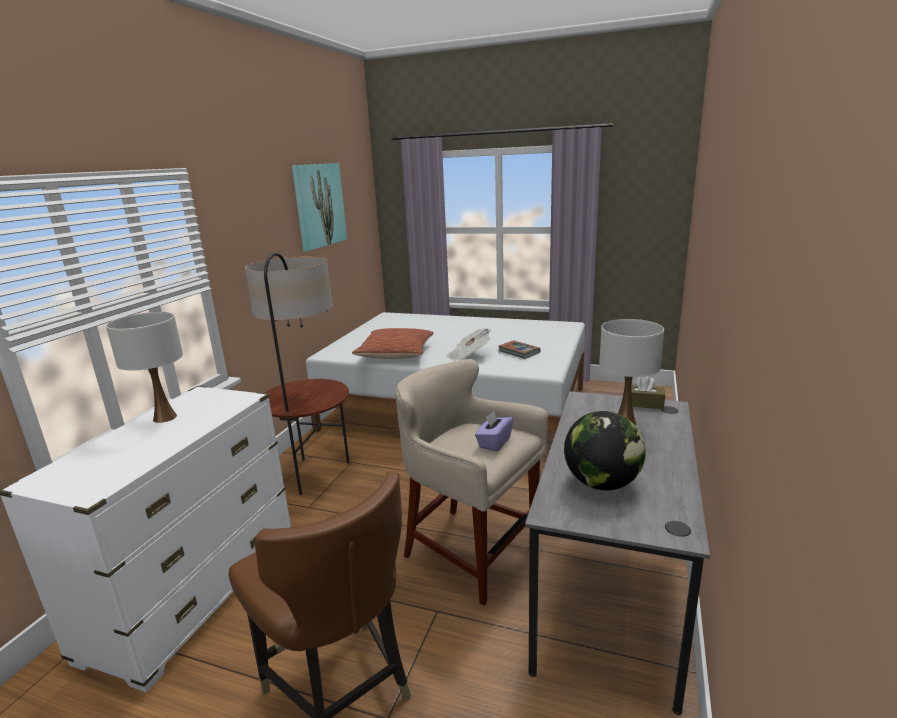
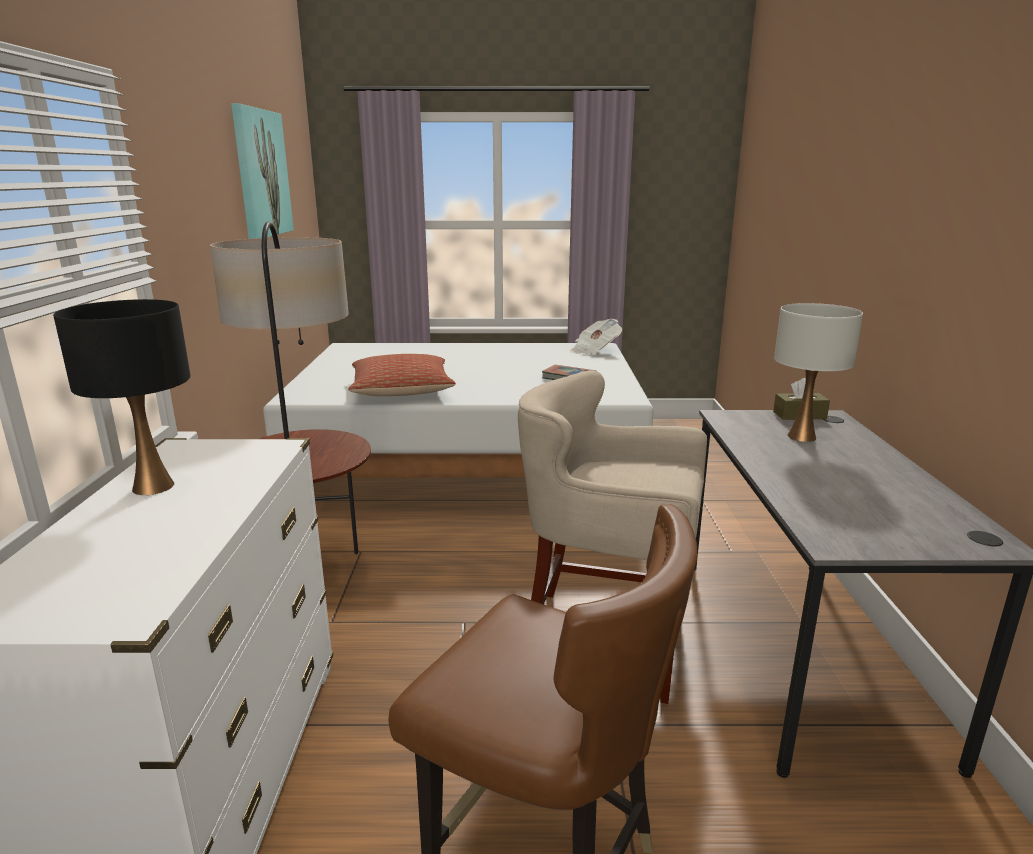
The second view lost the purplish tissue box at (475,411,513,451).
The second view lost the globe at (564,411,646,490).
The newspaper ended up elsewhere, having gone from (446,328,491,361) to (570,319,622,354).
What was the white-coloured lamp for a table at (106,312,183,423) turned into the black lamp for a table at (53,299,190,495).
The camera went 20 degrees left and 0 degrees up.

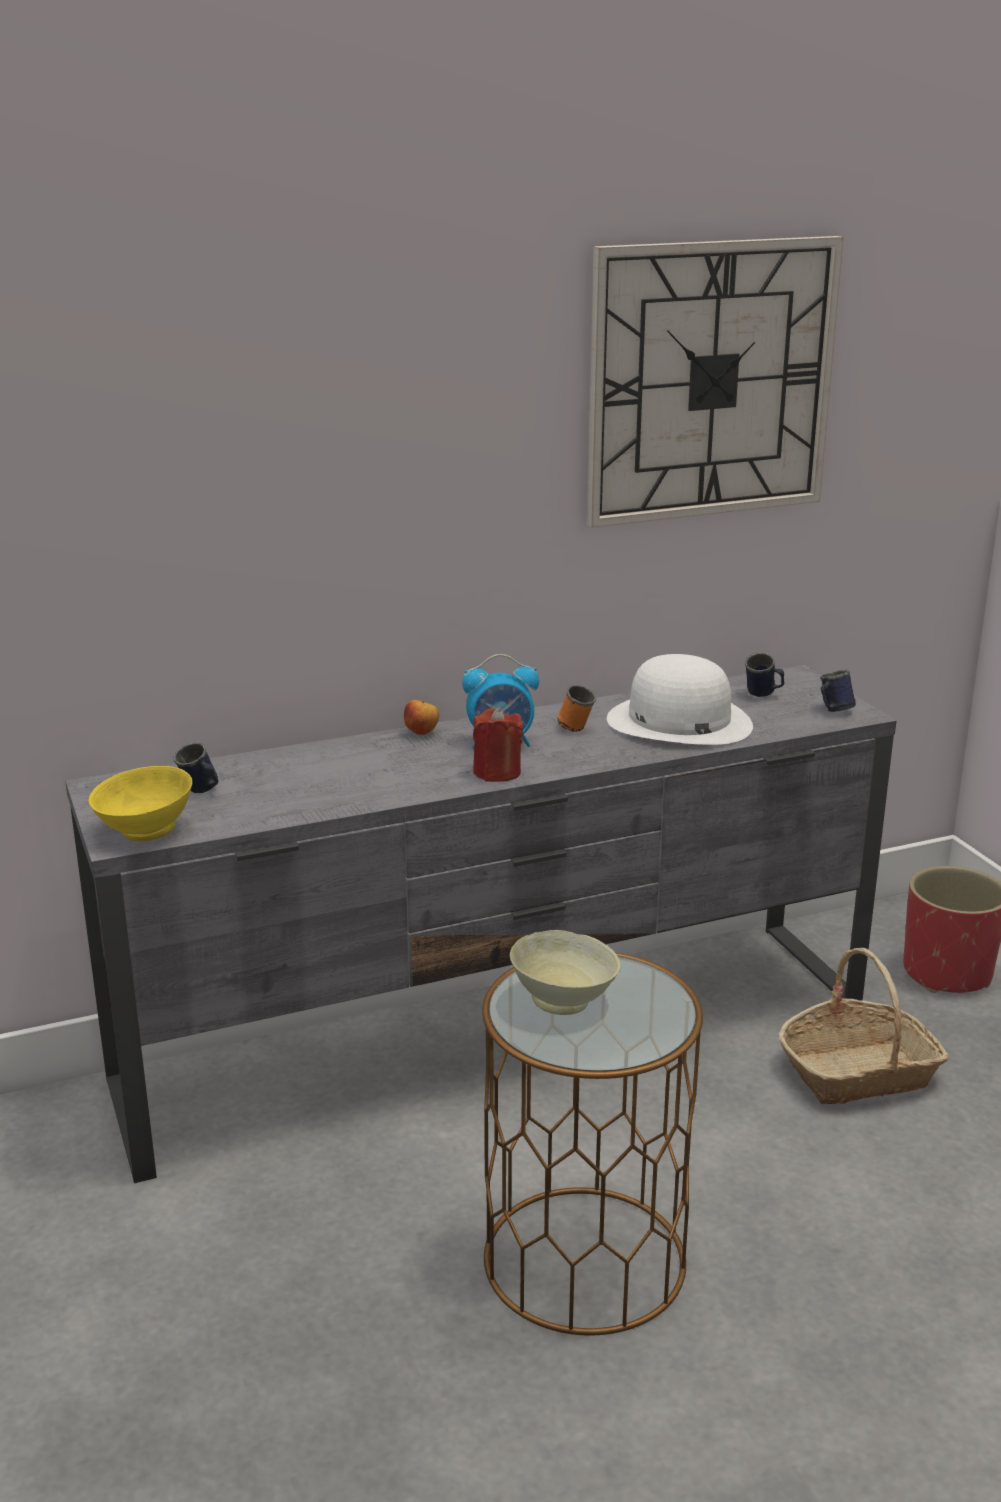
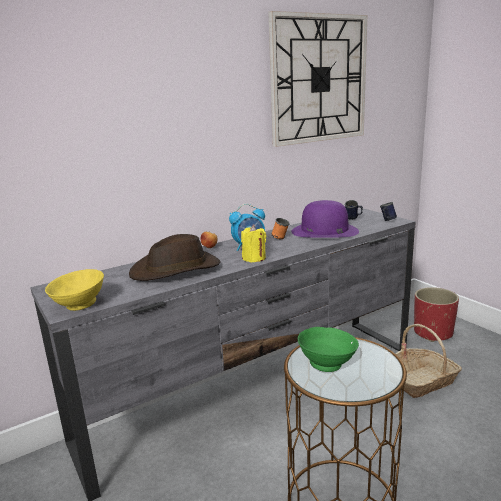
The second view lost the blue tea mug at (174,742,219,793).
The second view gained the brownish clothing hat at (129,234,221,281).
What was the red wax light at (473,707,523,782) turned into the yellowish wax light at (241,225,266,262).
What was the beige bowl at (510,930,621,1015) turned into the greenish bowl at (298,327,359,372).
What was the white-coloured clothing hat at (607,654,753,745) turned into the purplish clothing hat at (291,200,359,238).
The camera went 10 degrees left and 5 degrees down.

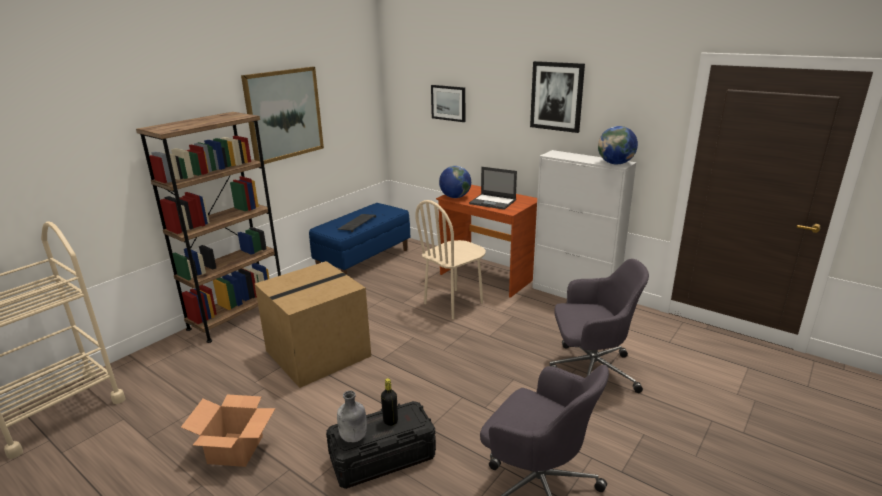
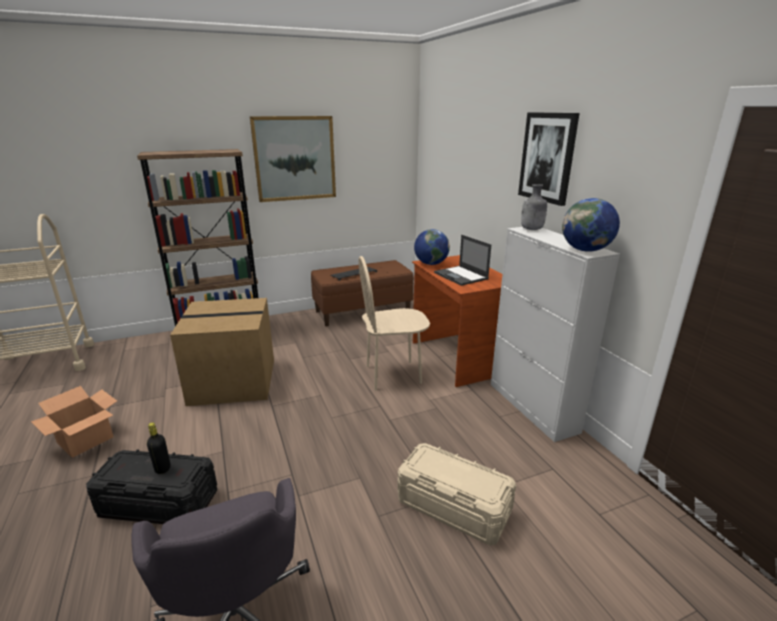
The second view lost the picture at (431,85,465,122).
The greyish beverage bottle ended up elsewhere, having gone from (337,391,367,443) to (521,184,547,230).
Where the greyish office chair stood at (549,259,649,393), the beige storage bin came to stand at (397,443,516,546).
What was the blue indoor bench at (309,203,410,275) turned into the brownish indoor bench at (311,260,414,326).
The camera went 30 degrees right and 0 degrees up.

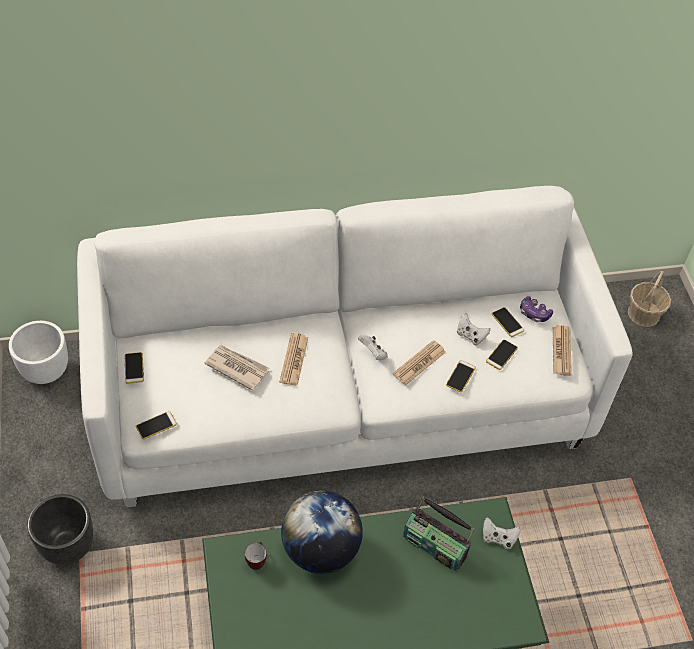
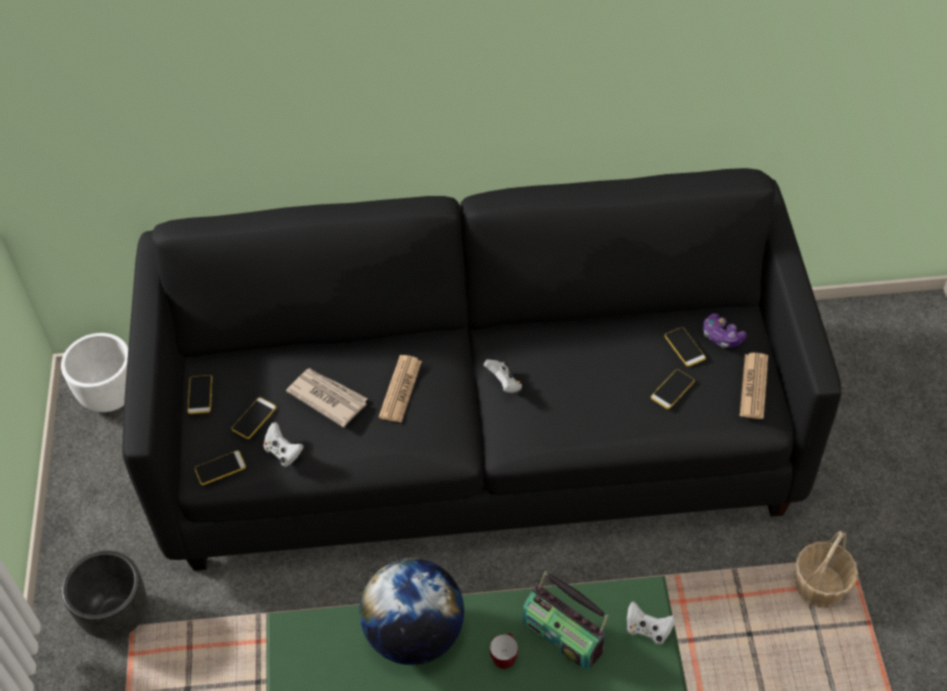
The second view lost the newspaper at (393,340,446,386).
The tea mug ended up elsewhere, having gone from (245,542,267,570) to (490,633,518,669).
The handset ended up elsewhere, having gone from (446,360,476,392) to (231,397,277,439).
The white-coloured joypad ended up elsewhere, having gone from (457,313,491,345) to (263,422,304,467).
The storage basket ended up elsewhere, having gone from (628,271,671,327) to (795,531,858,608).
What was the white-coloured settee at (77,186,632,507) turned into the black settee at (122,168,841,571).
The camera went 10 degrees right and 0 degrees up.

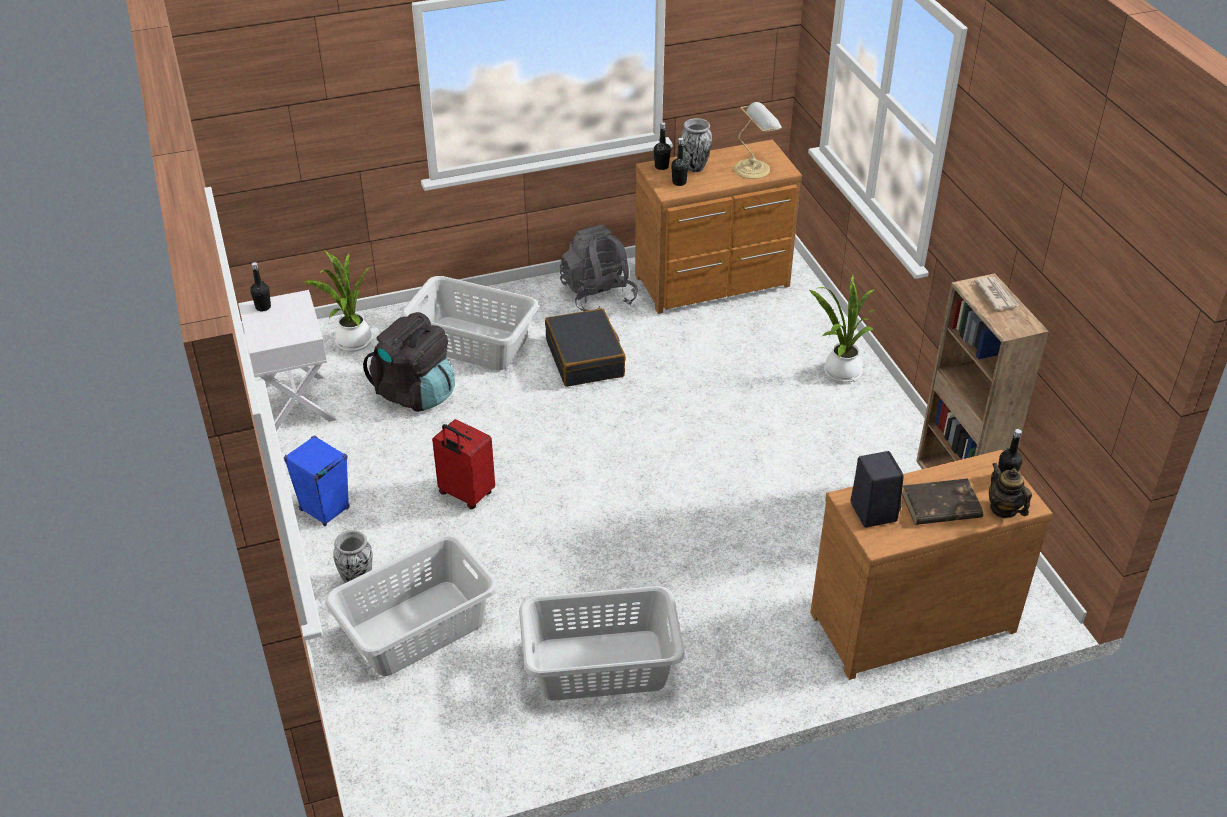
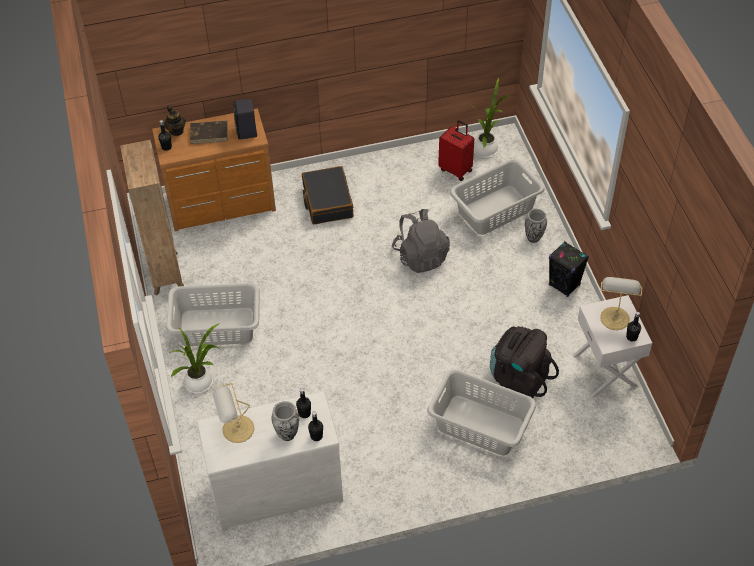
The second view lost the newspaper at (974,277,1019,310).
The second view gained the lamp for a table at (600,277,643,330).
The potted plant ended up elsewhere, having gone from (304,250,373,352) to (470,77,511,158).
The red suitcase ended up elsewhere, having gone from (432,419,495,509) to (438,120,474,181).
The greyish washing basket ended up elsewhere, having gone from (519,586,685,701) to (166,283,260,346).
The black suitcase ended up elsewhere, having gone from (545,308,626,387) to (302,166,353,224).
The greyish backpack ended up elsewhere, having gone from (560,225,638,311) to (392,209,450,273).
What was the blue loudspeaker at (284,436,350,526) turned into the black loudspeaker at (549,241,589,297).
What was the brownish chest of drawers at (635,139,802,314) turned into the white-coloured chest of drawers at (197,391,343,531).
The camera went 175 degrees left and 10 degrees up.

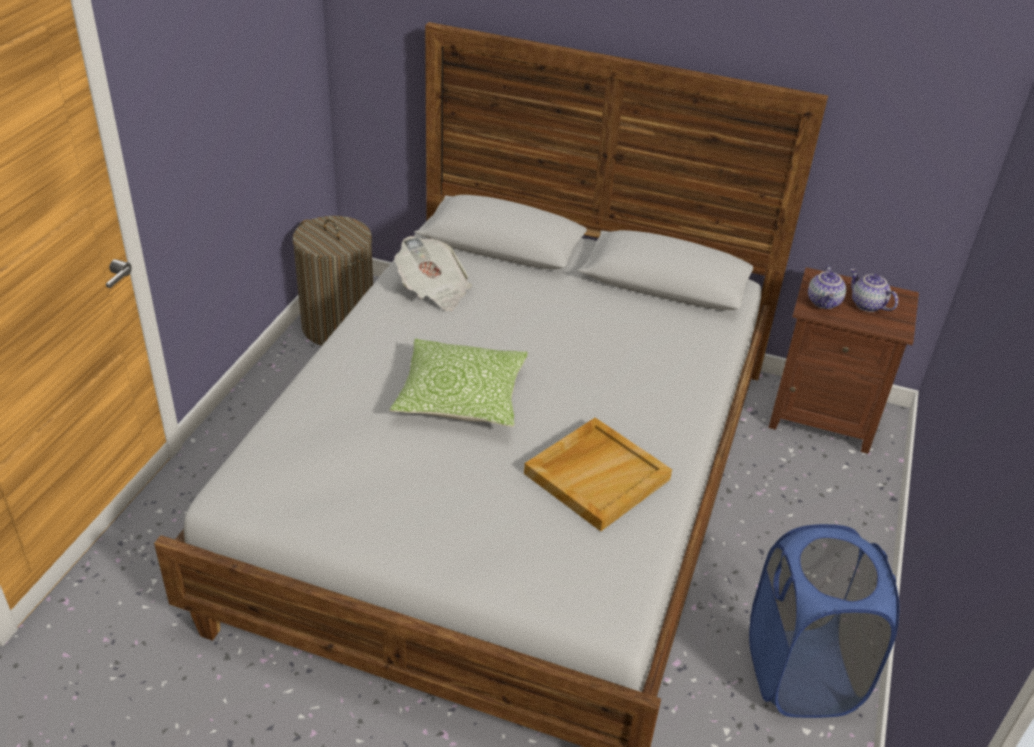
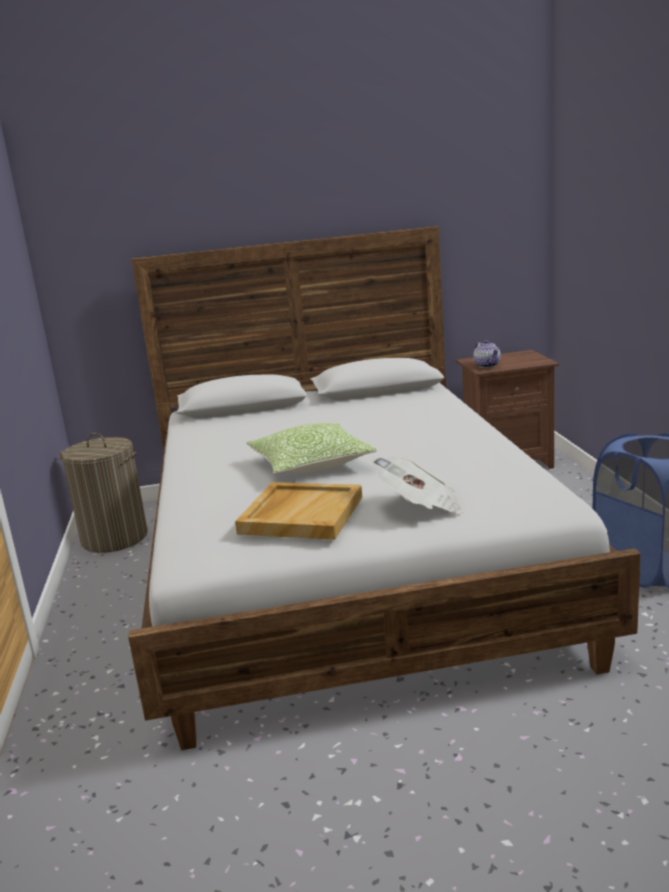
The second view lost the tea pot at (850,268,898,312).
The newspaper ended up elsewhere, having gone from (394,236,472,311) to (371,457,463,514).
The beige carrying tray ended up elsewhere, having gone from (524,418,672,531) to (235,482,362,540).
The camera went 25 degrees left and 20 degrees down.

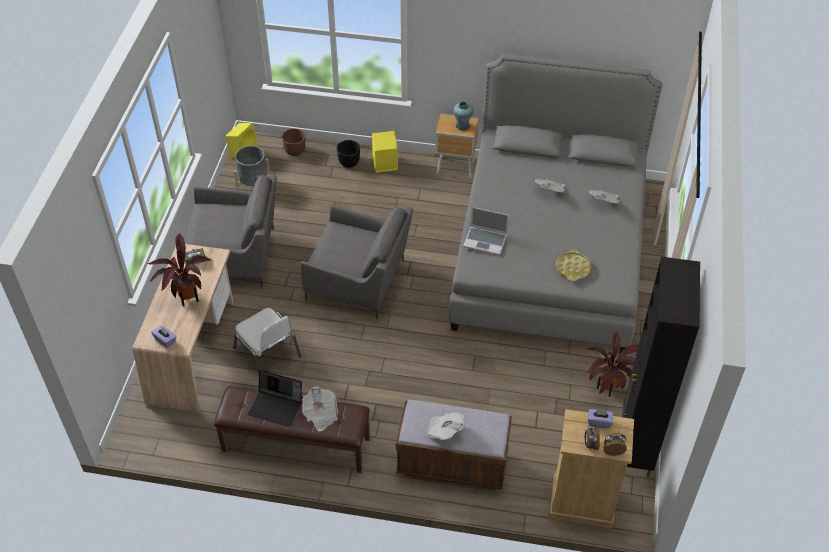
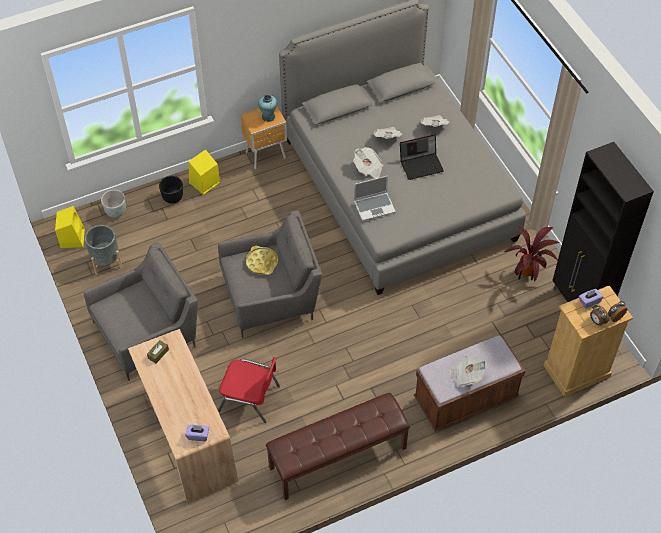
The second view lost the potted plant at (147,233,211,306).
The portable computer ended up elsewhere, having gone from (248,370,302,427) to (400,134,444,180).
The newspaper ended up elsewhere, having gone from (302,386,338,432) to (353,147,384,179).
The yellowish carrying tray ended up elsewhere, having gone from (556,249,591,281) to (246,246,278,275).
What was the white-coloured plain chair at (234,308,301,371) turned into the red plain chair at (218,357,280,423).
What was the brownish flower pot at (282,128,305,156) turned into the greyish flower pot at (101,190,126,218).
The camera went 35 degrees left and 5 degrees up.

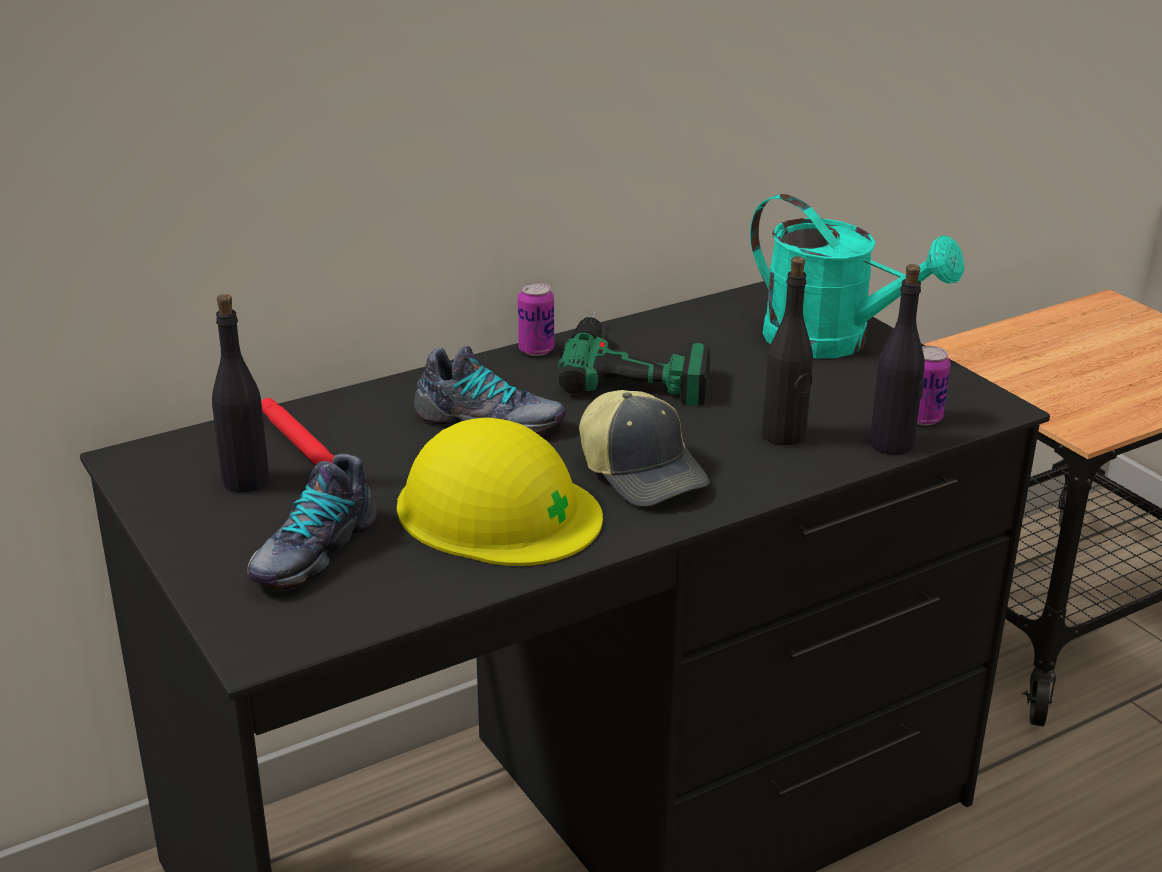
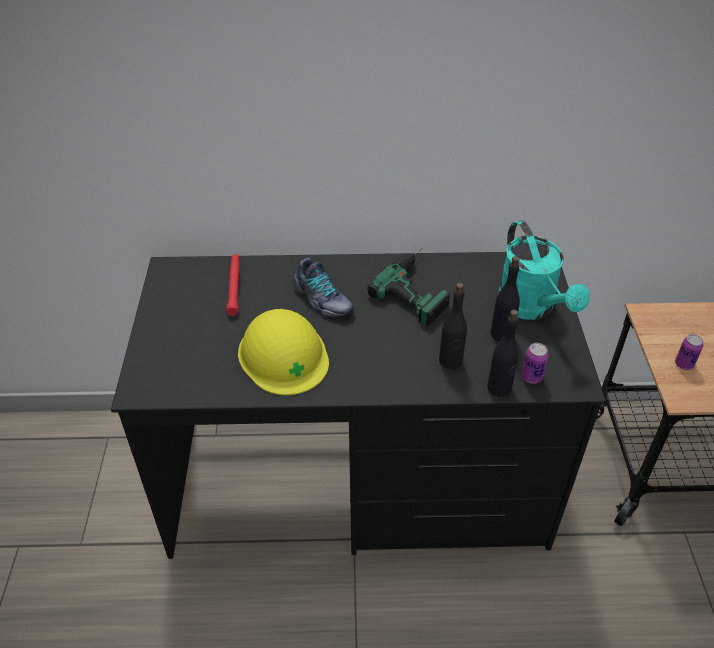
The second view lost the shoe at (247,454,377,592).
The second view lost the baseball cap at (579,390,710,507).
The black beverage bottle ended up elsewhere, having gone from (212,294,269,492) to (490,256,520,341).
The sealed can ended up elsewhere, having gone from (518,282,554,356) to (675,334,703,370).
The camera went 30 degrees right and 15 degrees up.

